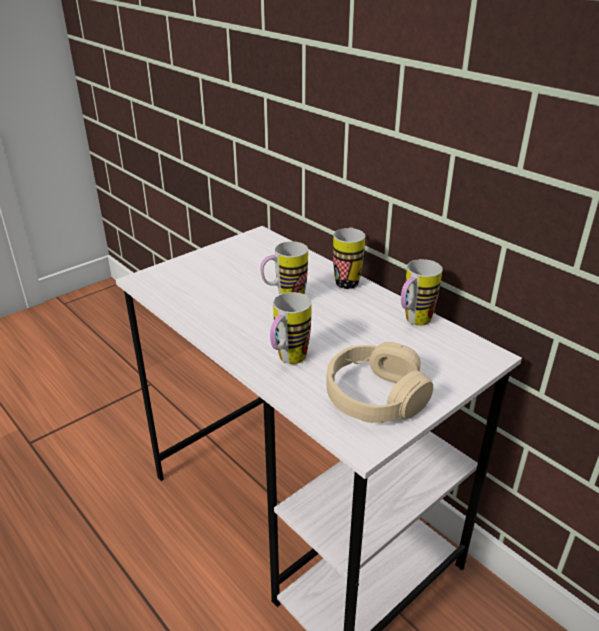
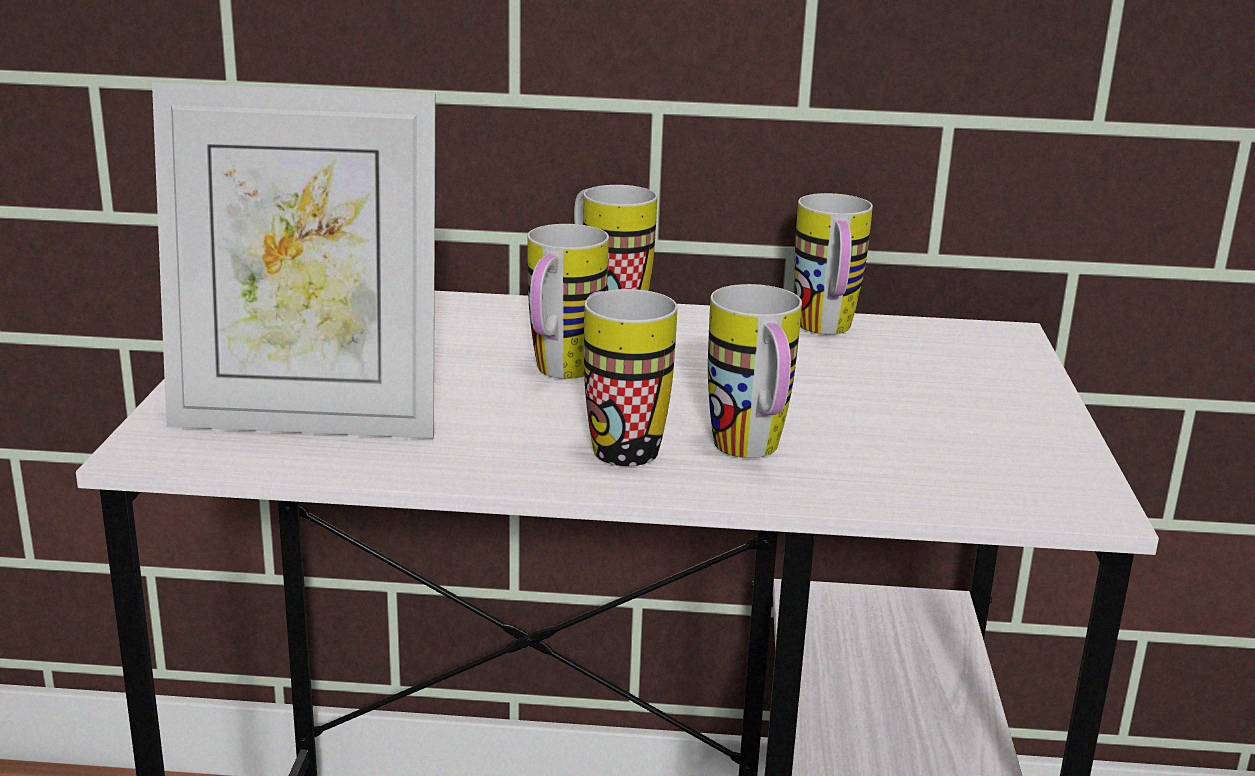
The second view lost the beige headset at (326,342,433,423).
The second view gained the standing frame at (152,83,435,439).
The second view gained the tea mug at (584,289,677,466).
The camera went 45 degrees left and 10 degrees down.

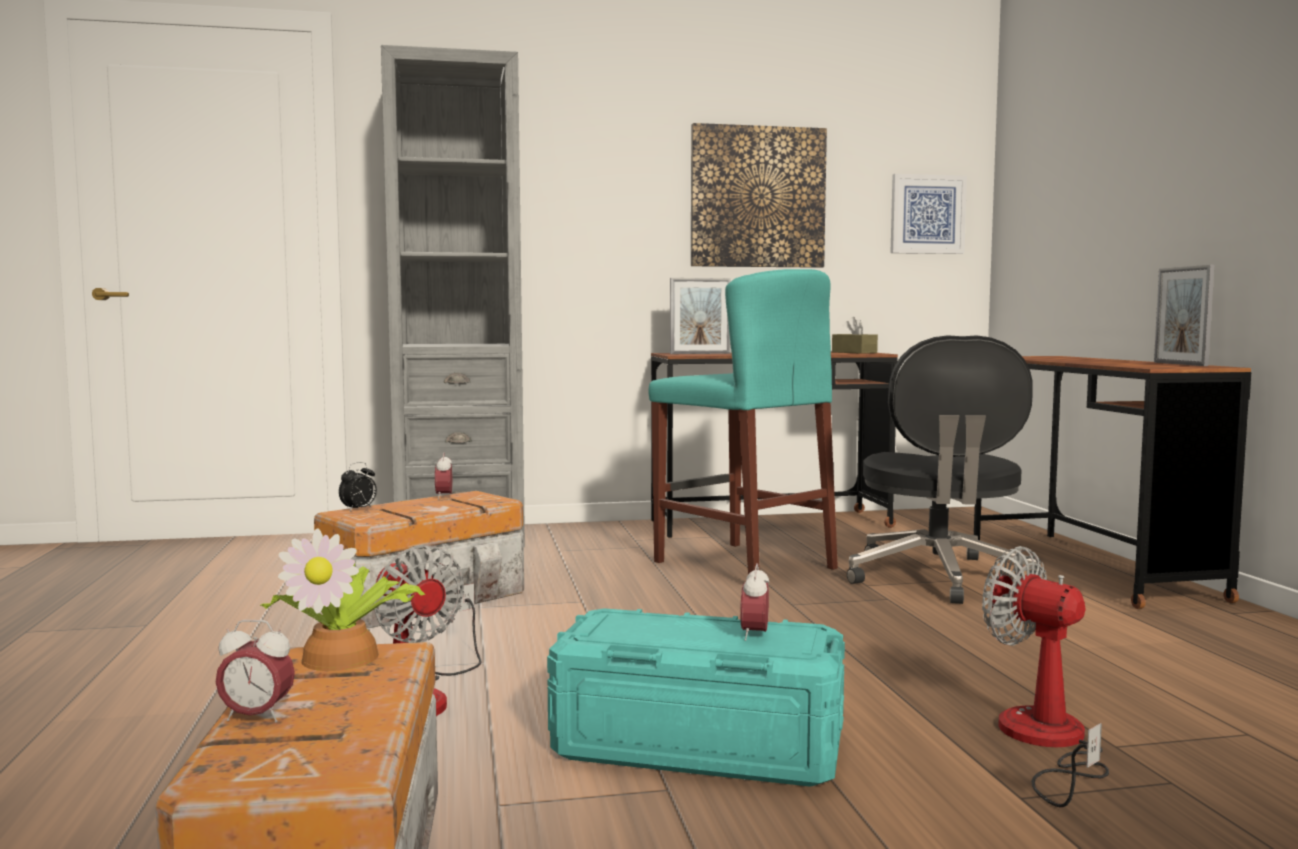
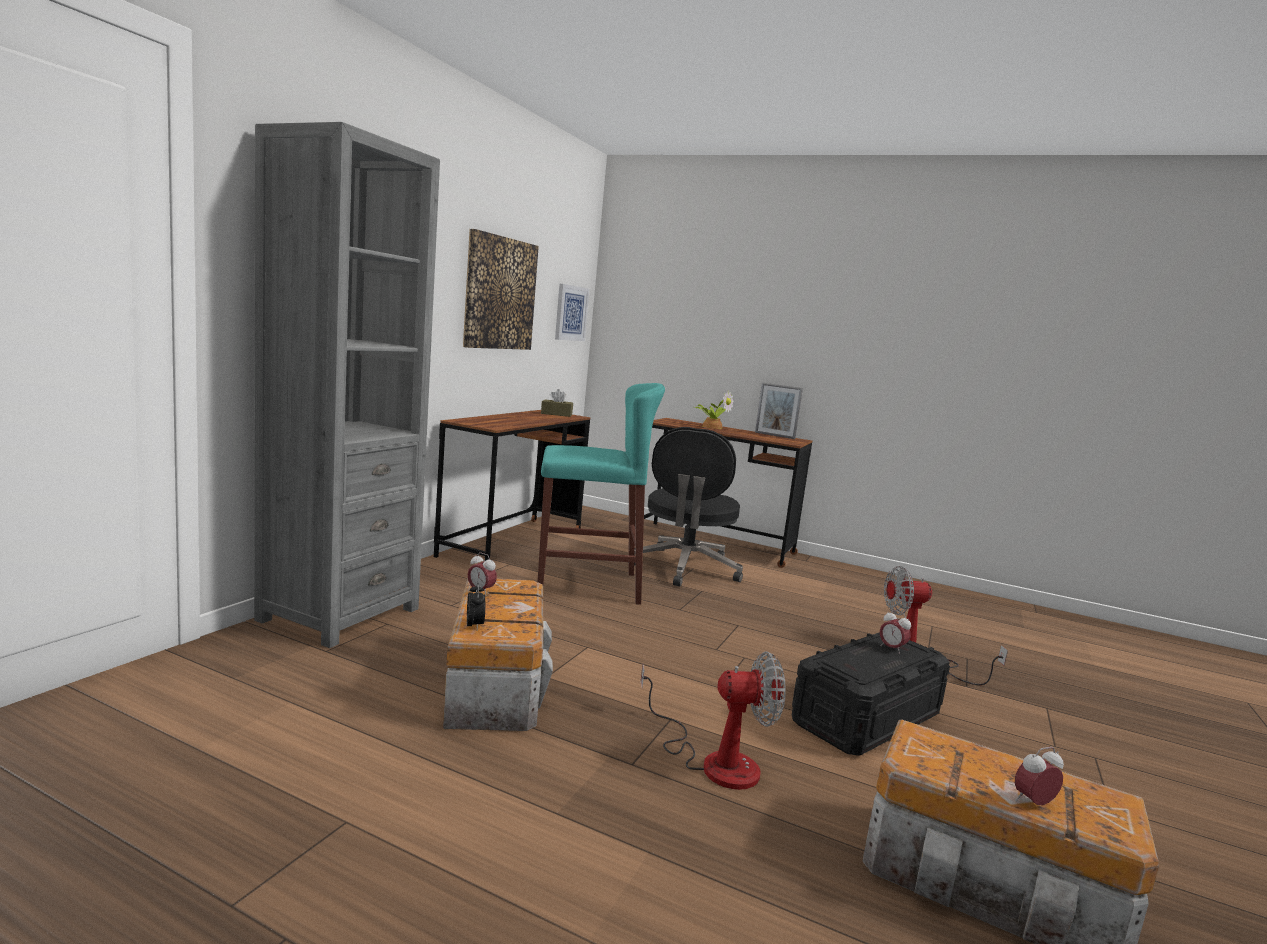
The second view lost the standing frame at (670,278,731,354).
The potted plant ended up elsewhere, having gone from (260,528,425,671) to (694,391,734,429).
What was the turquoise storage bin at (547,608,845,787) turned into the black storage bin at (792,632,950,756).
The bedside clock at (216,620,295,723) ended up facing another way, 150 degrees counterclockwise from before.
The black office chair at (847,335,1041,604) ended up facing another way, 60 degrees clockwise from before.
The camera went 55 degrees left and 5 degrees up.

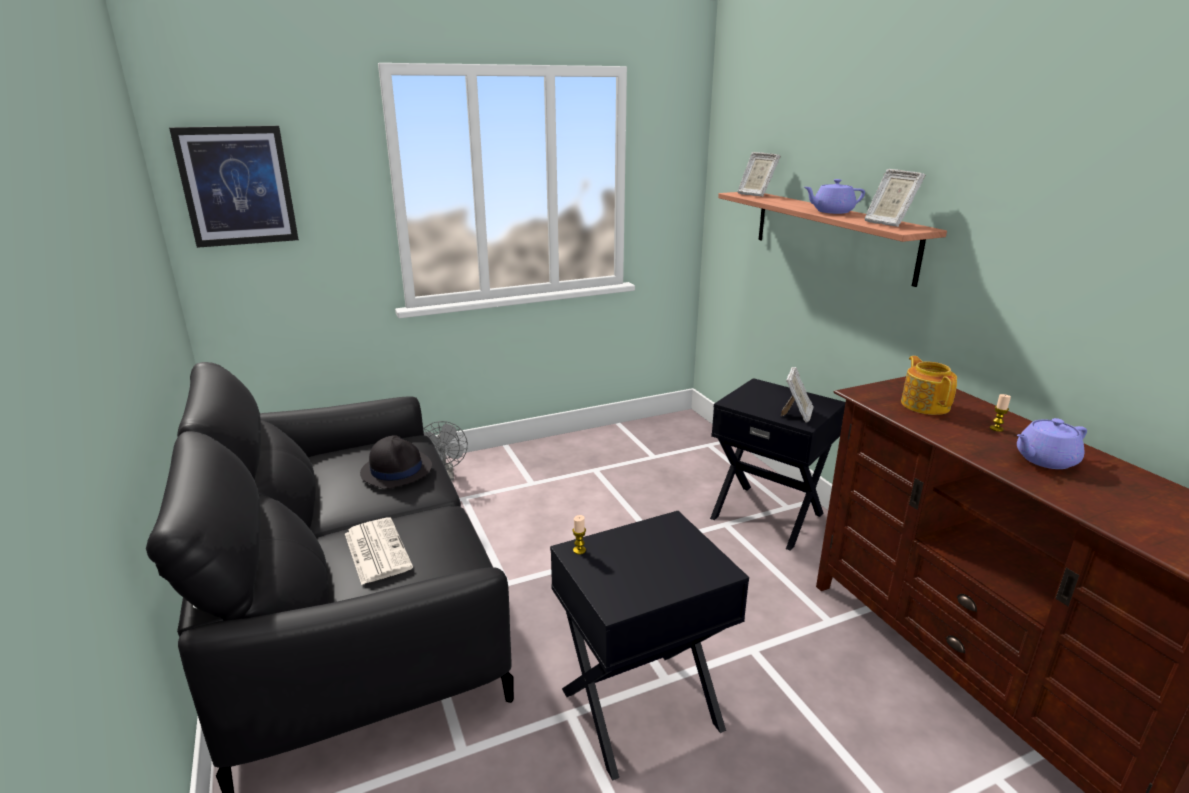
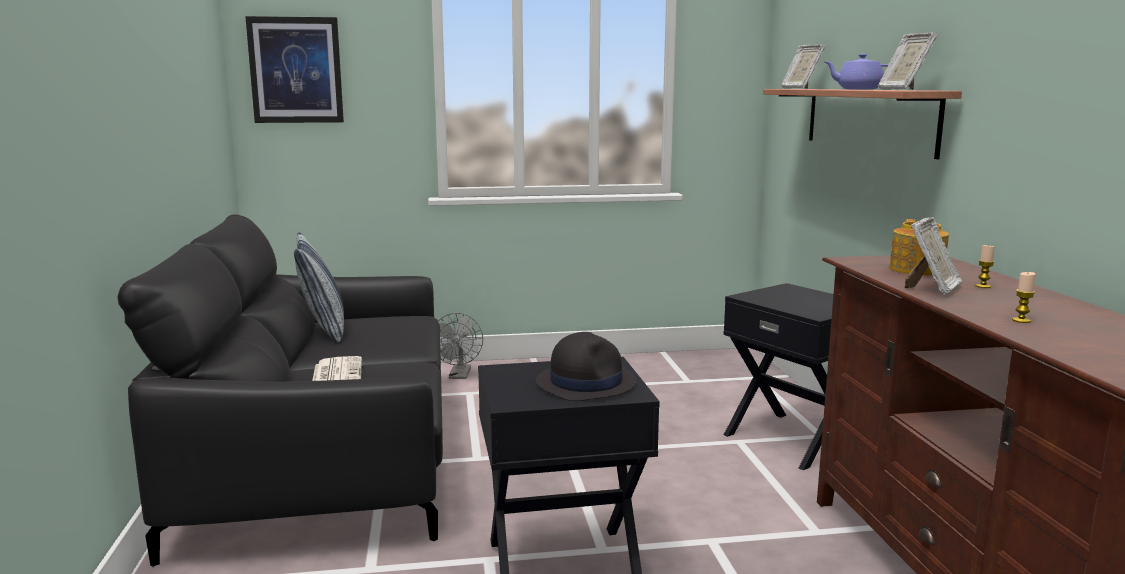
The second view lost the purplish tea pot at (1017,418,1087,469).
The second view gained the throw pillow at (294,232,344,342).
The black clothing hat ended up elsewhere, having gone from (360,435,432,489) to (536,332,637,401).
The wax light ended up elsewhere, having gone from (573,515,586,554) to (1012,272,1036,323).
The standing frame ended up elsewhere, having gone from (781,367,814,423) to (905,217,962,295).
The camera went 15 degrees right and 10 degrees down.

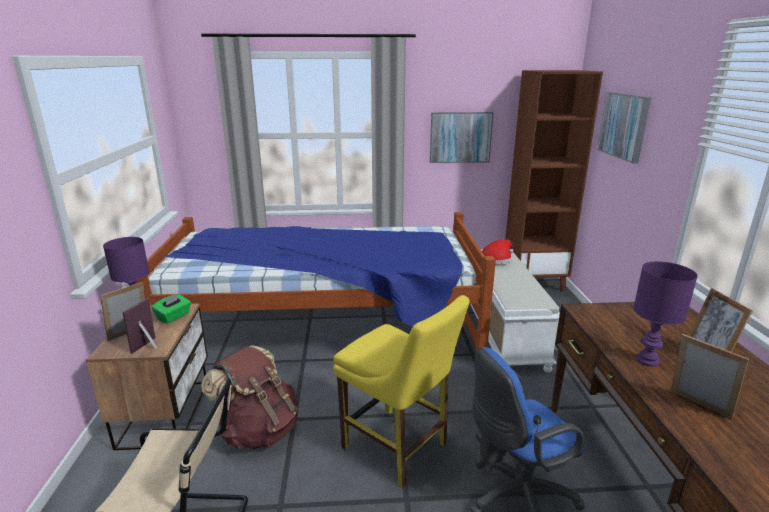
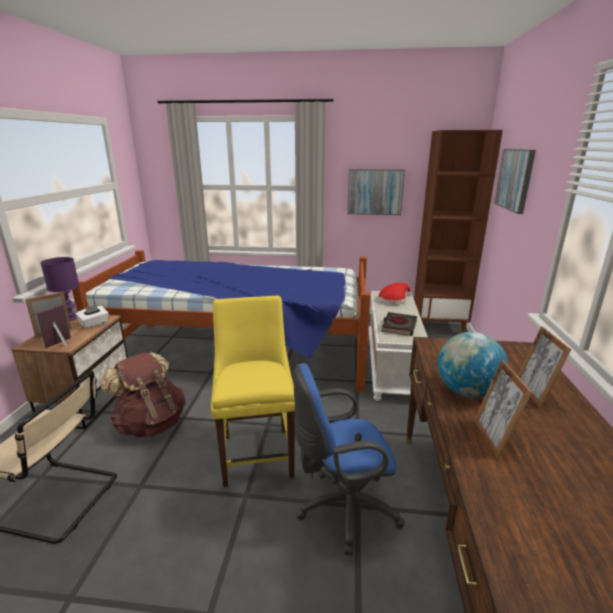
The second view gained the black book at (382,312,417,336).
Where the purplish lamp for a table stood at (633,261,698,367), the globe came to stand at (438,332,508,398).
What was the greenish tissue box at (151,294,191,324) turned into the white-coloured tissue box at (75,305,109,328).
The yellowish plain chair at (333,295,469,488) ended up facing another way, 150 degrees counterclockwise from before.
The standing frame at (671,334,749,419) ended up facing another way, 150 degrees counterclockwise from before.
The camera went 10 degrees right and 0 degrees up.

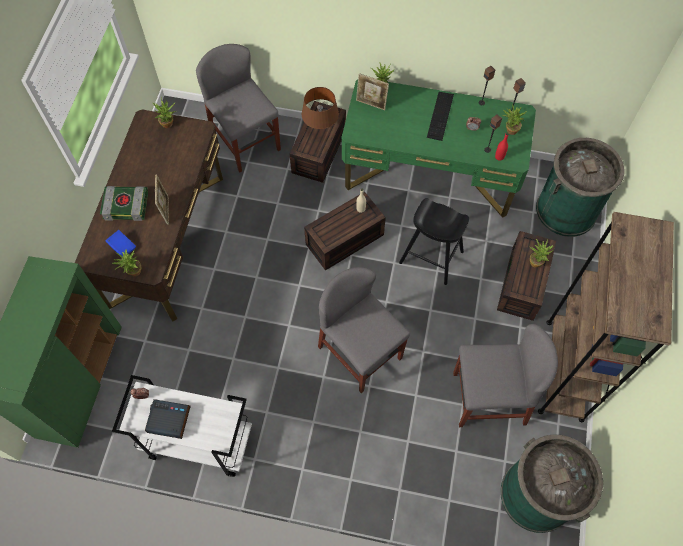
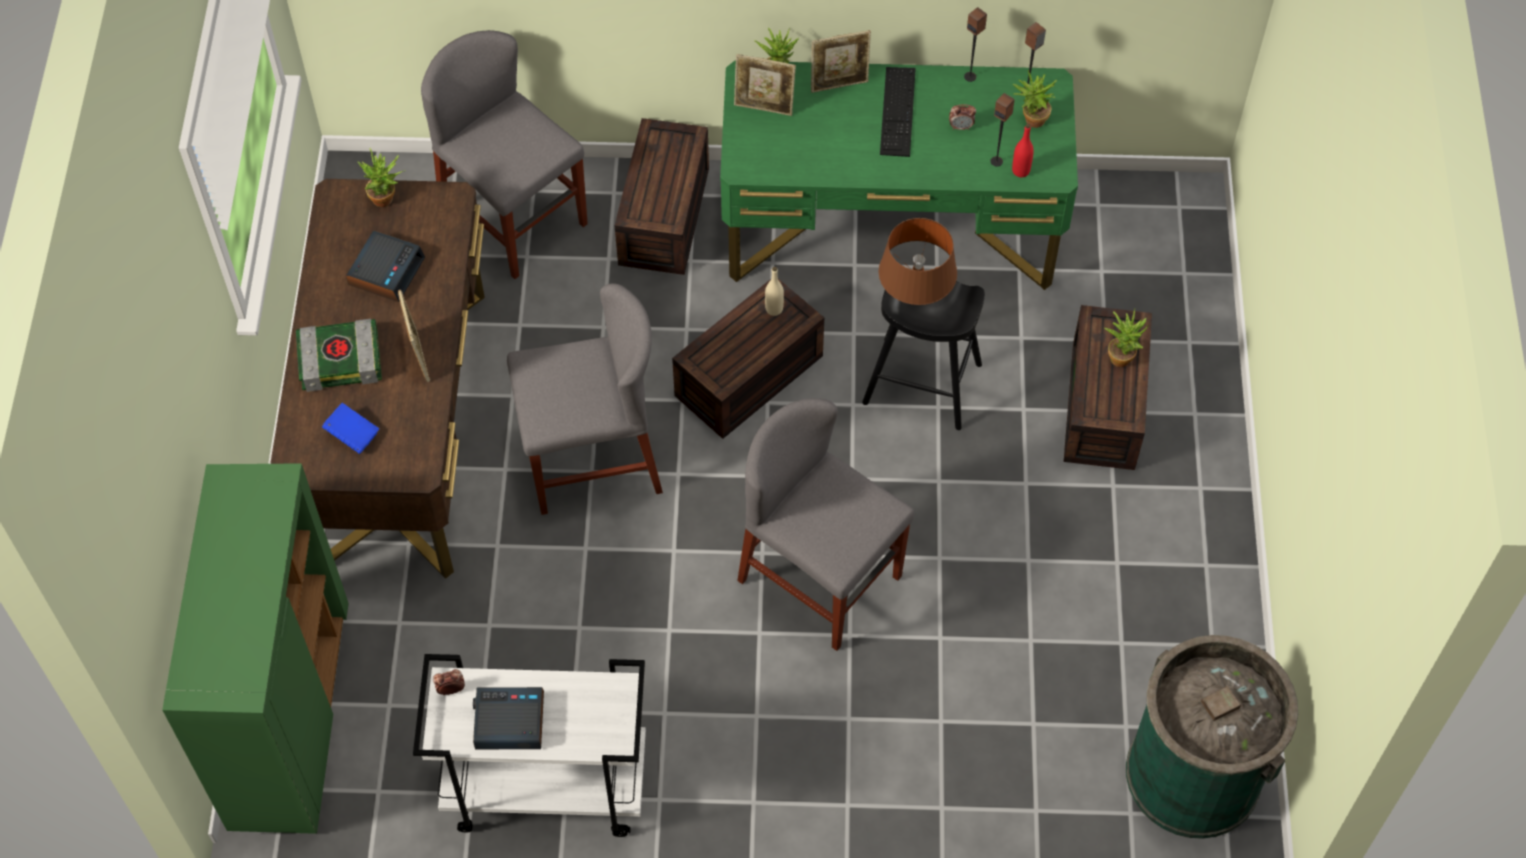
The second view lost the potted plant at (112,249,141,277).
The second view lost the greenish waste bin at (536,138,624,237).
The second view lost the brownish shelving unit at (538,212,674,422).
The second view gained the bedside clock at (346,231,425,302).
The second view gained the standing frame at (811,30,871,93).
The brownish lamp for a table ended up elsewhere, having gone from (302,87,339,129) to (879,218,957,305).
The greyish plain chair ended up elsewhere, having gone from (453,324,558,427) to (507,283,663,515).
The camera went 10 degrees left and 5 degrees down.

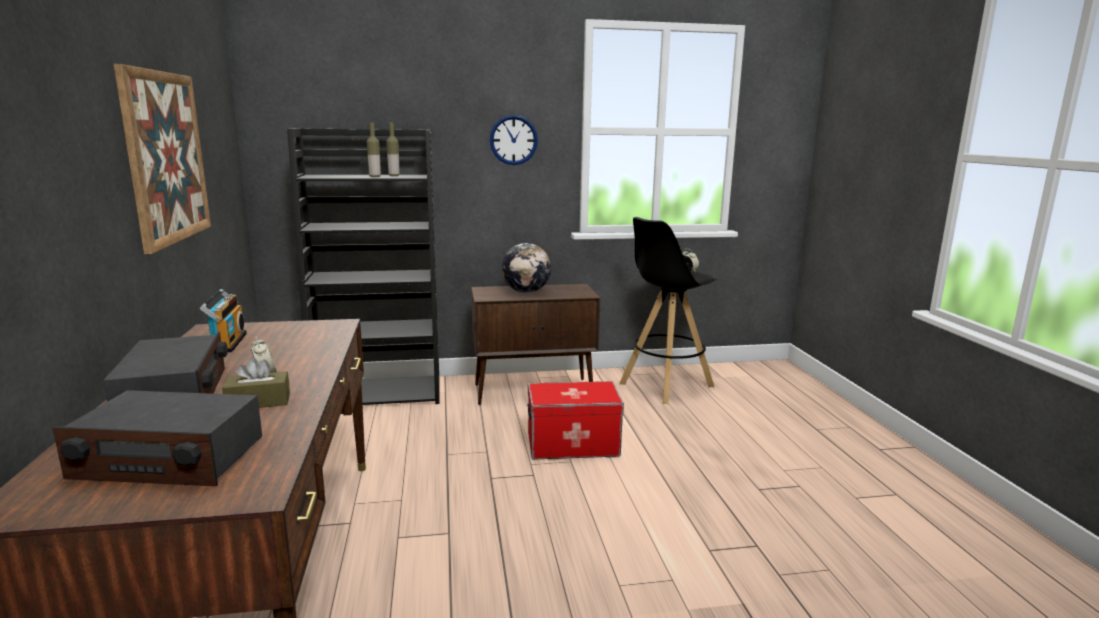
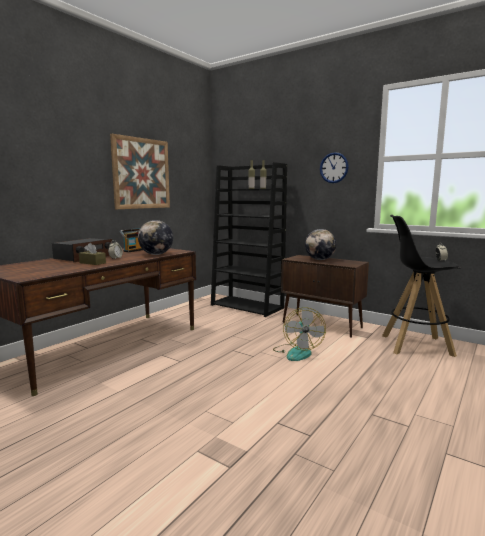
The second view lost the radio set at (53,390,262,486).
The second view gained the globe at (138,220,173,255).
Where the storage bin stood at (527,381,624,459), the fan came to stand at (273,307,326,361).
The camera went 45 degrees right and 5 degrees down.

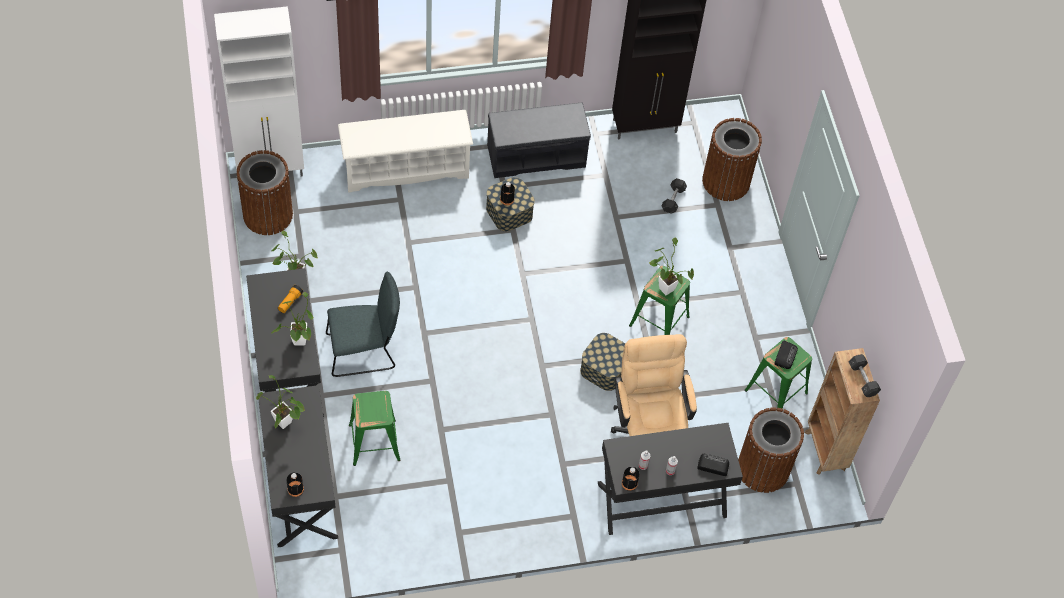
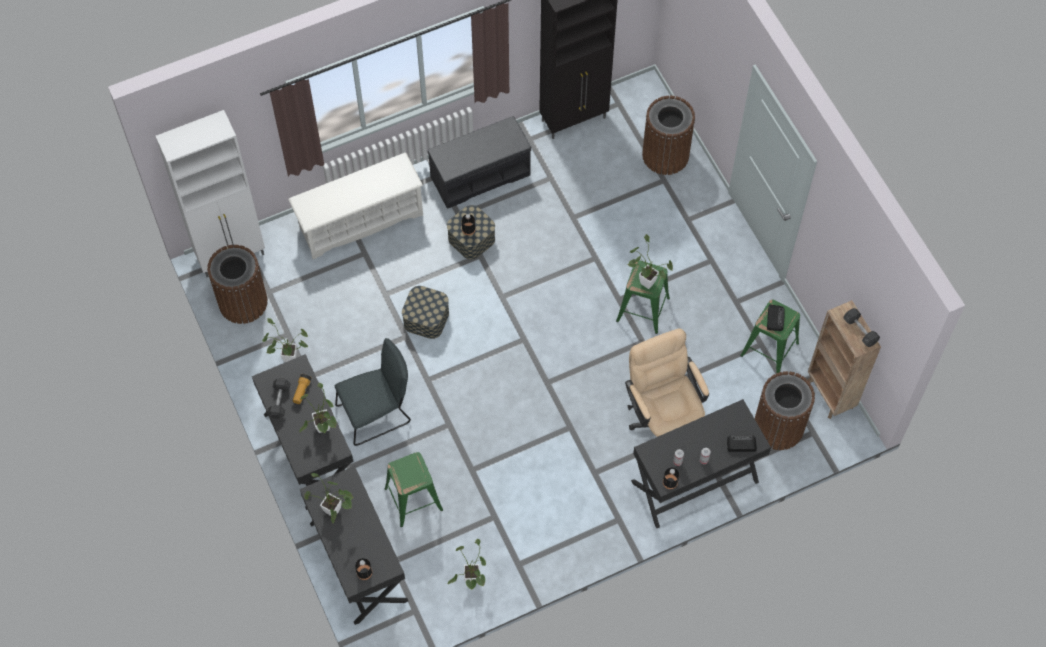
The second view gained the potted plant at (448,539,486,590).
The storage bin ended up elsewhere, having gone from (580,333,625,391) to (402,286,449,339).
The greyish free weight ended up elsewhere, having gone from (661,178,687,214) to (267,378,291,419).
The camera went 10 degrees left and 5 degrees up.

